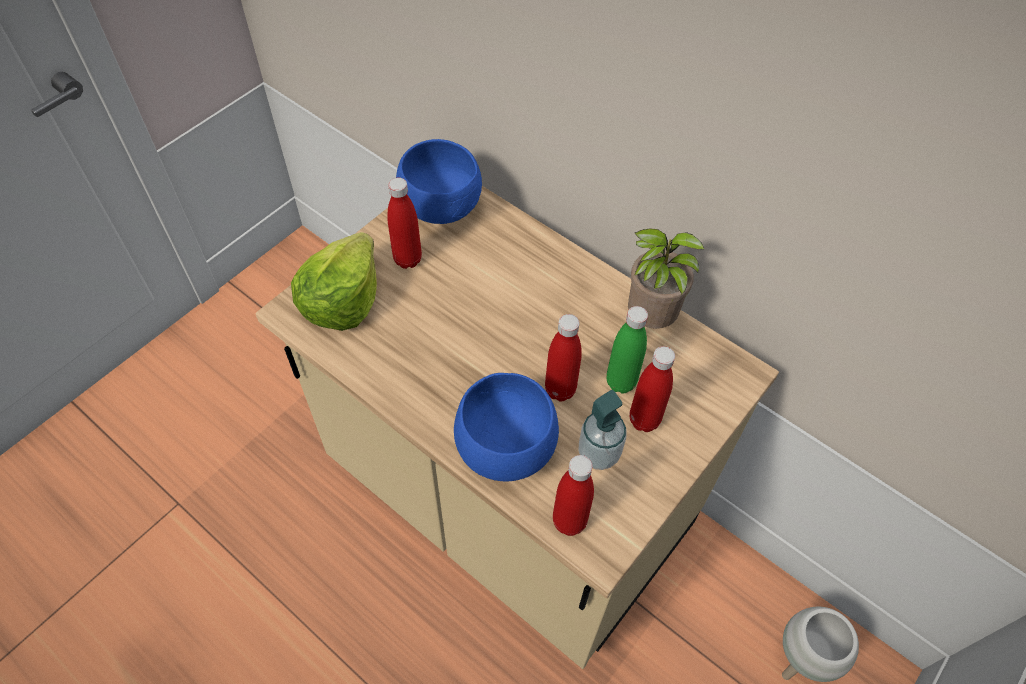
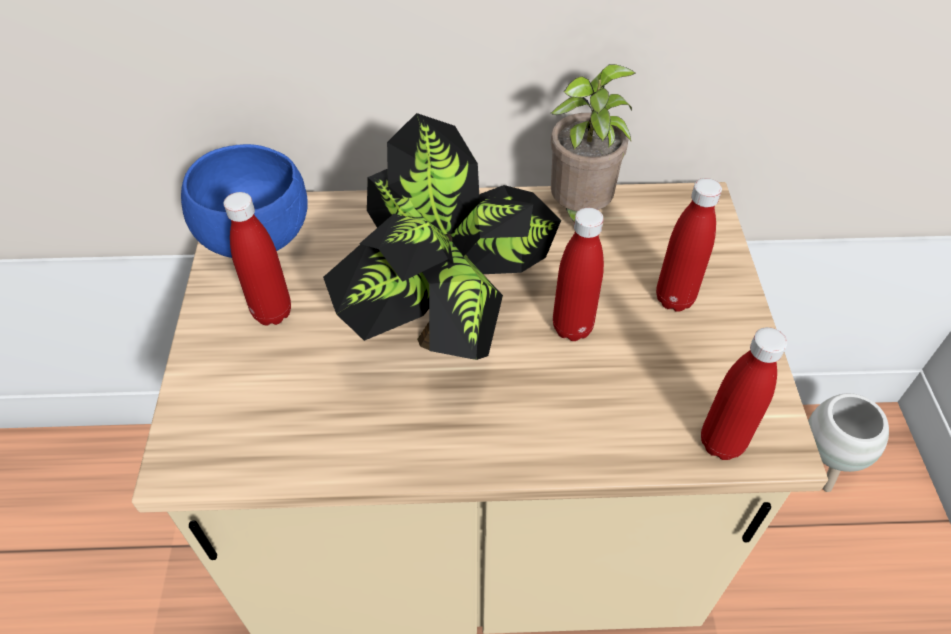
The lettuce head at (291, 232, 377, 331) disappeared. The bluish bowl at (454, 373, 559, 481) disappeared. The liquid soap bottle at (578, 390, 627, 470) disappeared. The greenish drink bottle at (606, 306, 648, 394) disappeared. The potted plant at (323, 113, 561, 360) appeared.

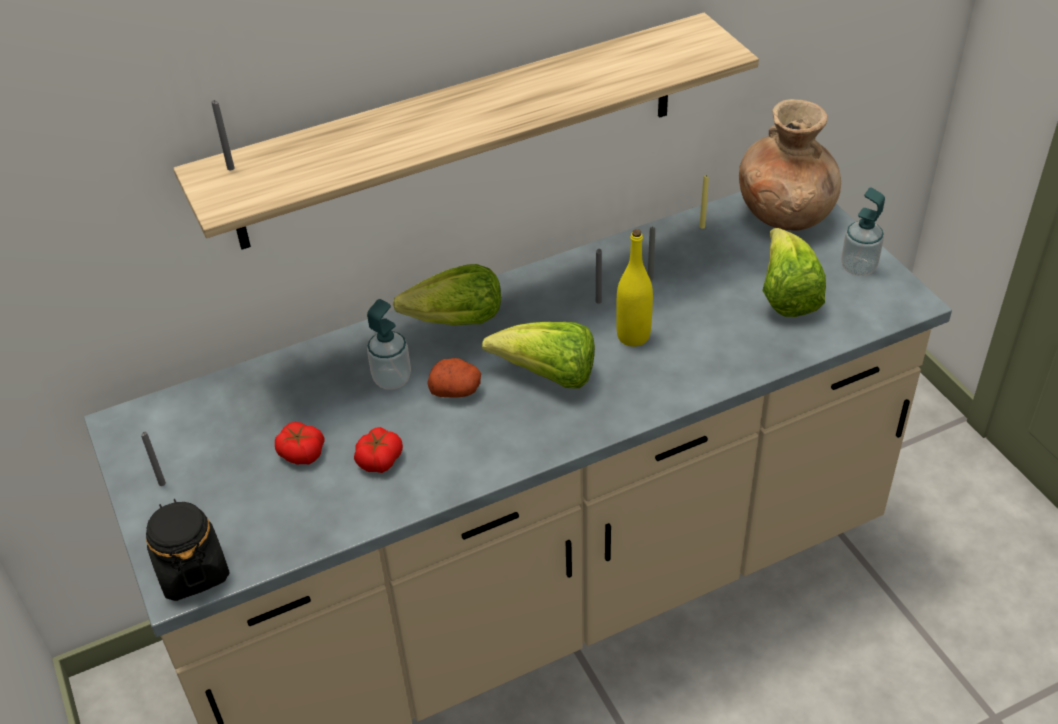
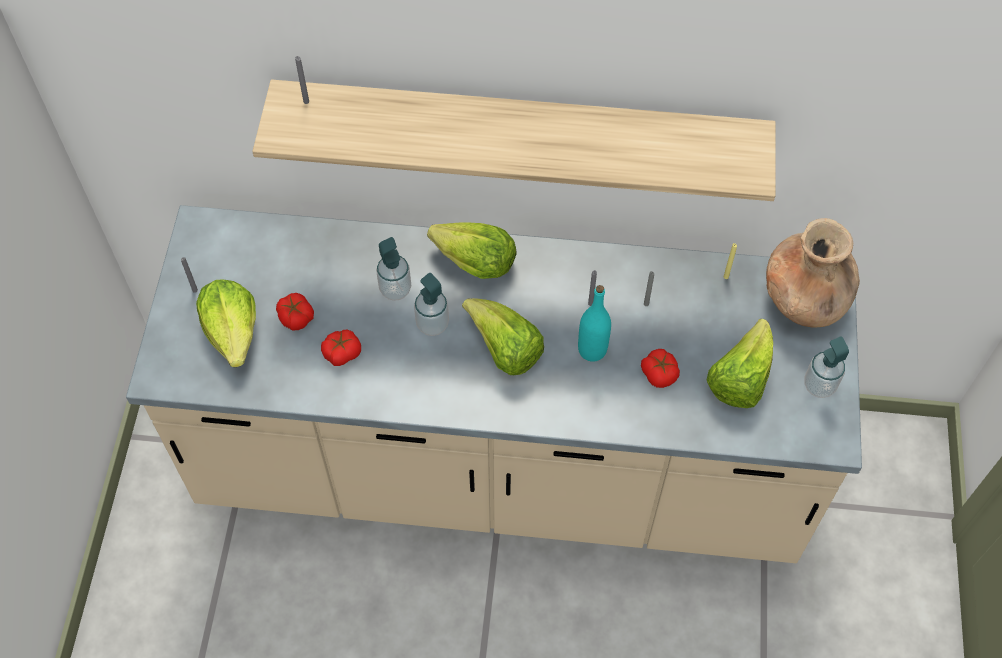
The black-coloured jar at (146, 499, 230, 601) disappeared. The lettuce head at (196, 279, 256, 367) appeared. The whole tomato at (641, 349, 680, 388) appeared. The spud at (427, 358, 481, 398) was replaced by the liquid soap bottle at (414, 273, 449, 336). The yellowish drink bottle at (616, 229, 653, 347) became the turquoise drink bottle at (578, 285, 611, 362).

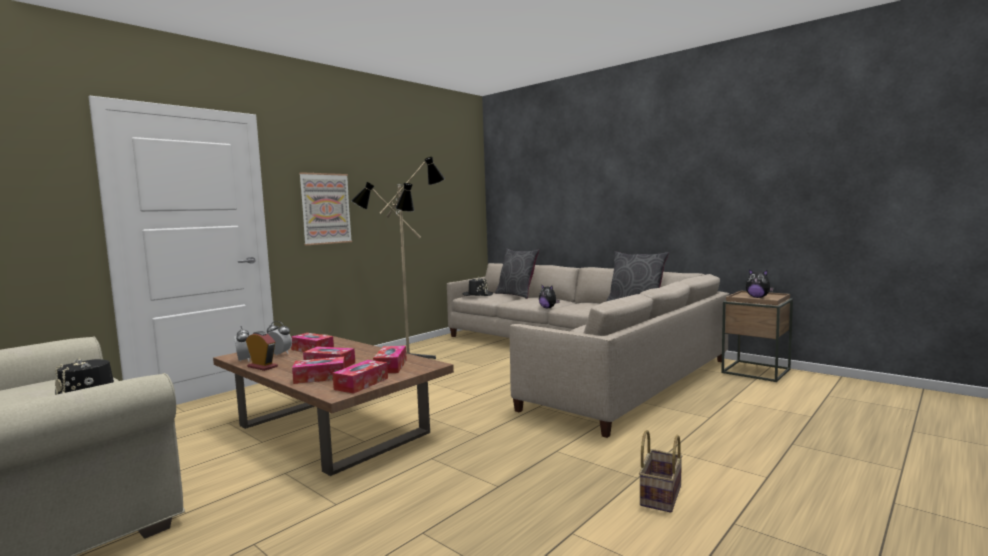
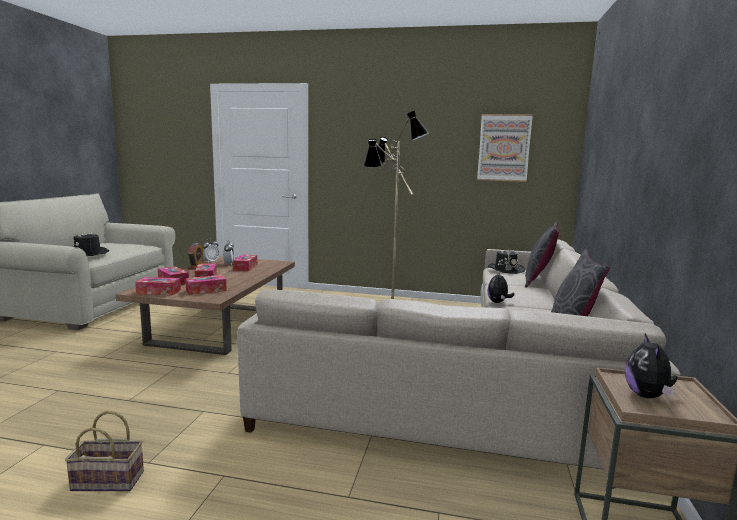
The picture moved from (299, 172, 352, 245) to (477, 114, 533, 182).

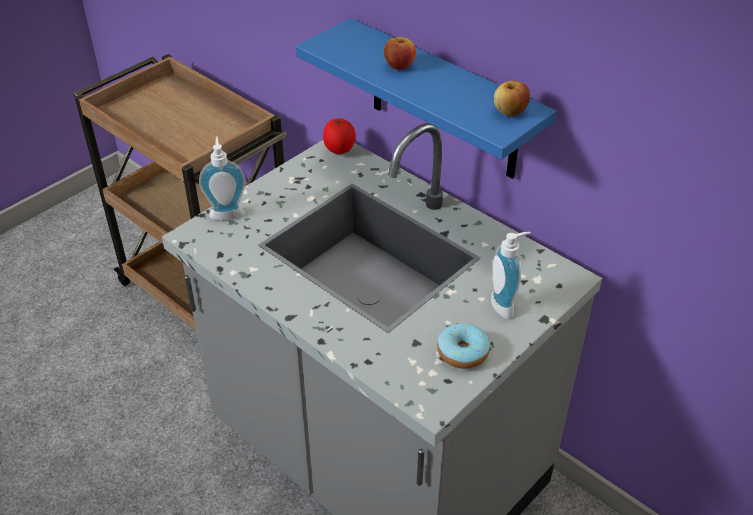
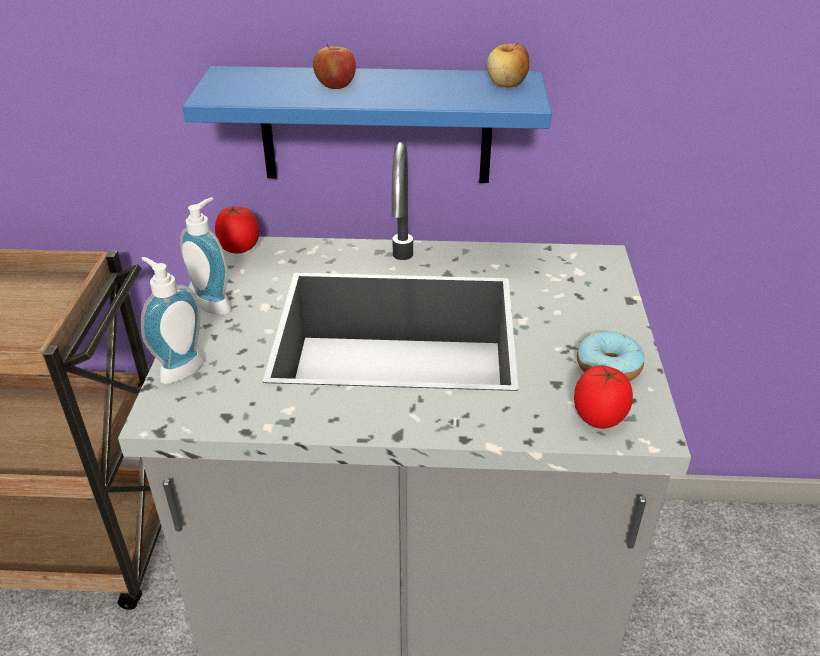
The whole tomato at (574, 365, 633, 429) appeared. The liquid soap bottle moved from (491, 232, 531, 319) to (180, 197, 231, 315).

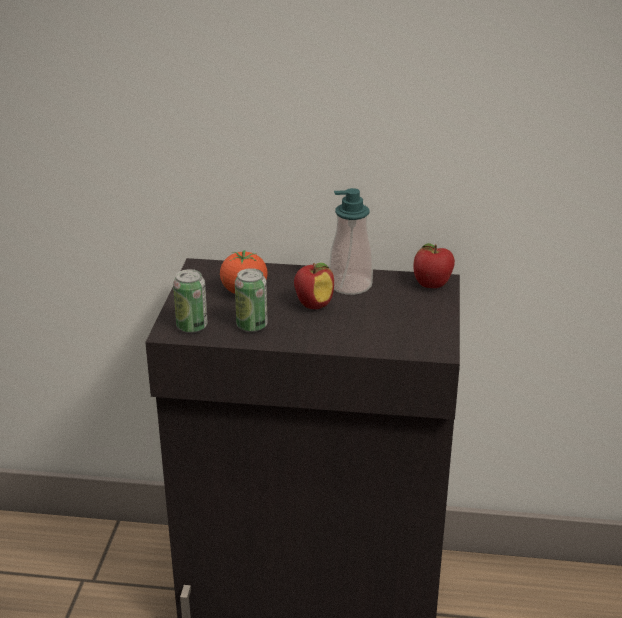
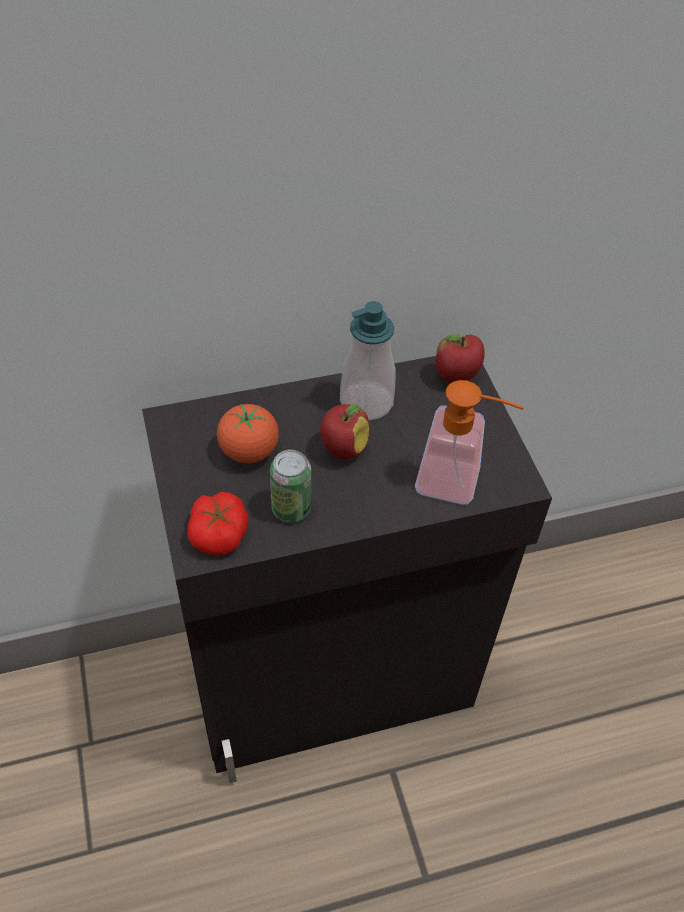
The liquid soap bottle at (415, 380, 525, 505) appeared. The sealed can at (173, 269, 208, 333) was replaced by the whole tomato at (187, 492, 249, 555).

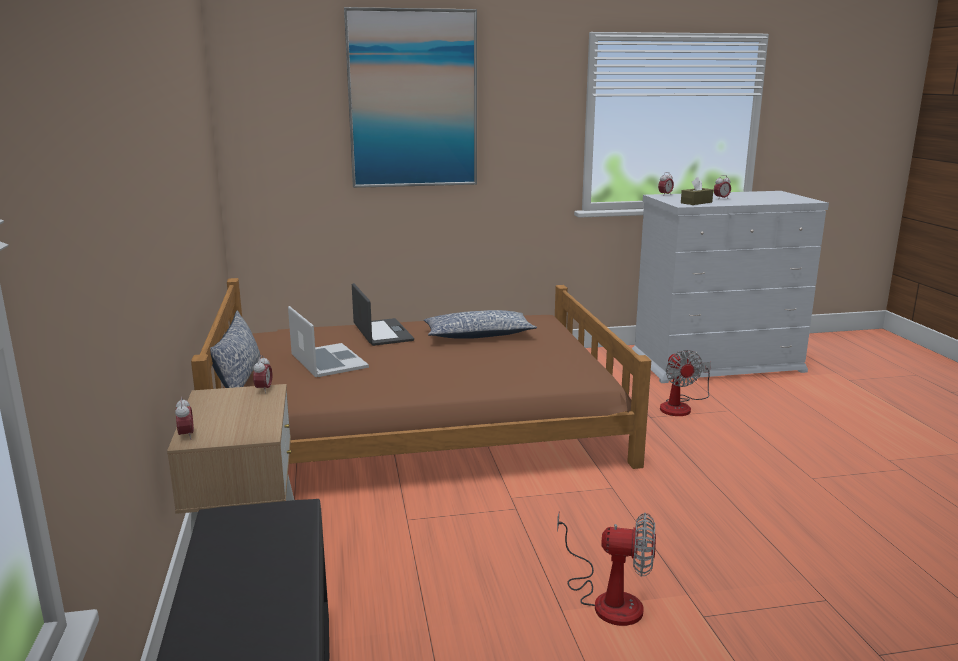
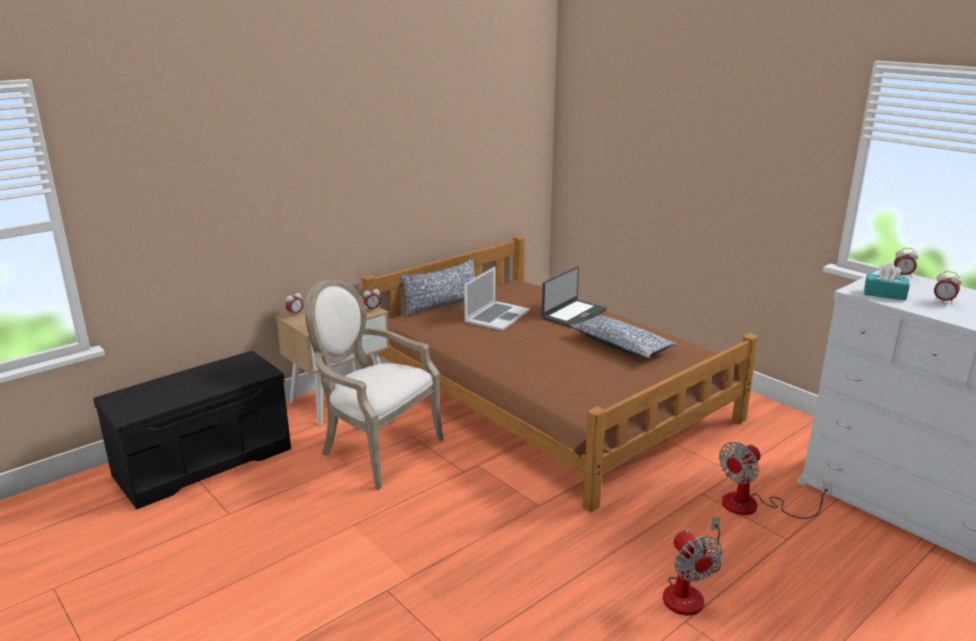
The picture at (344, 7, 477, 188) disappeared. The armchair at (305, 280, 443, 490) appeared. The fan moved from (557, 513, 656, 626) to (663, 517, 723, 615). The brown box of tissues at (681, 177, 713, 205) became the turquoise box of tissues at (864, 263, 910, 300).

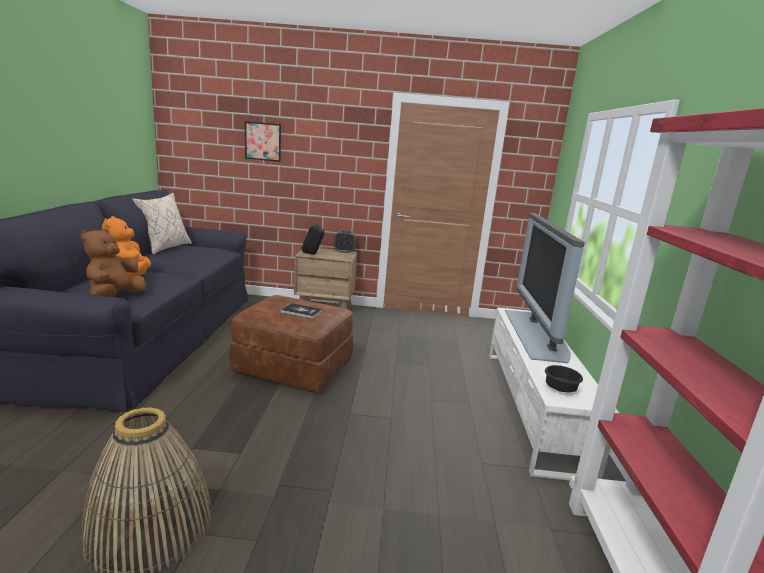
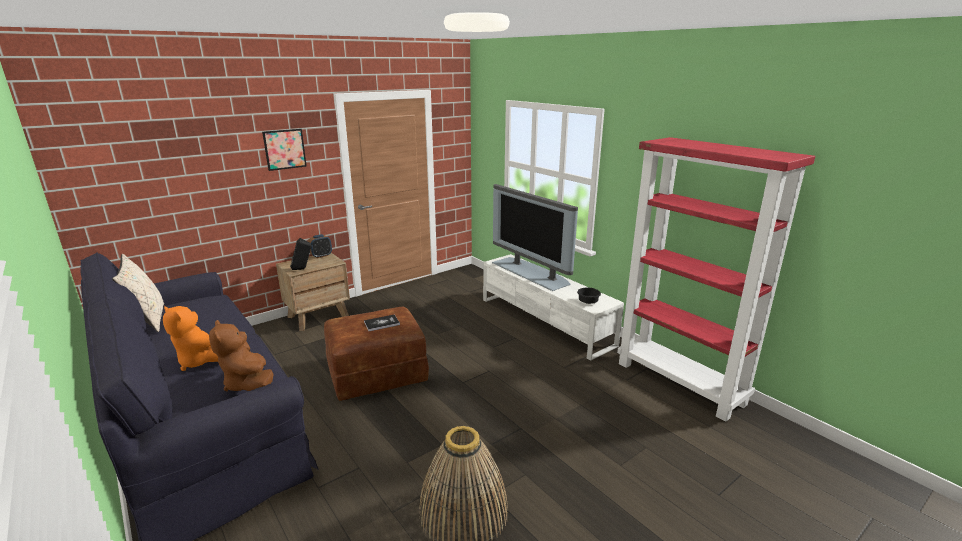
The picture moved from (245, 121, 281, 162) to (262, 129, 307, 171).

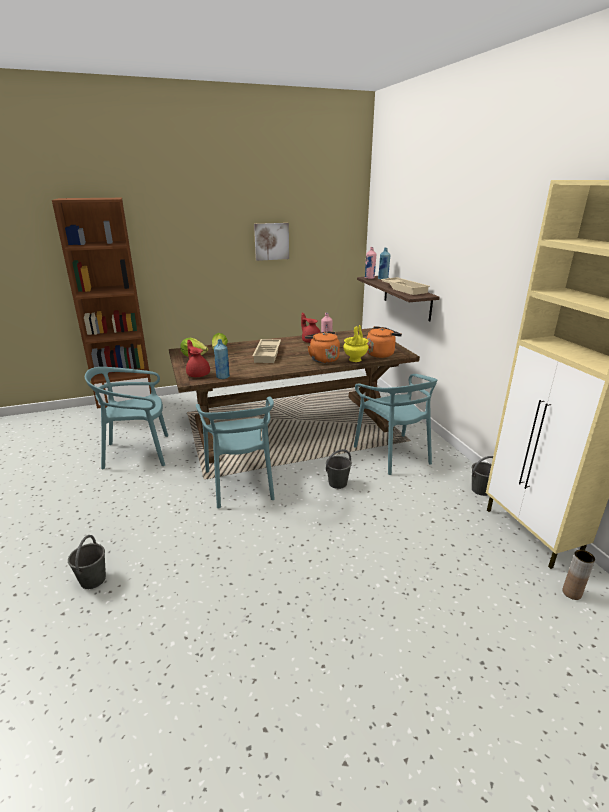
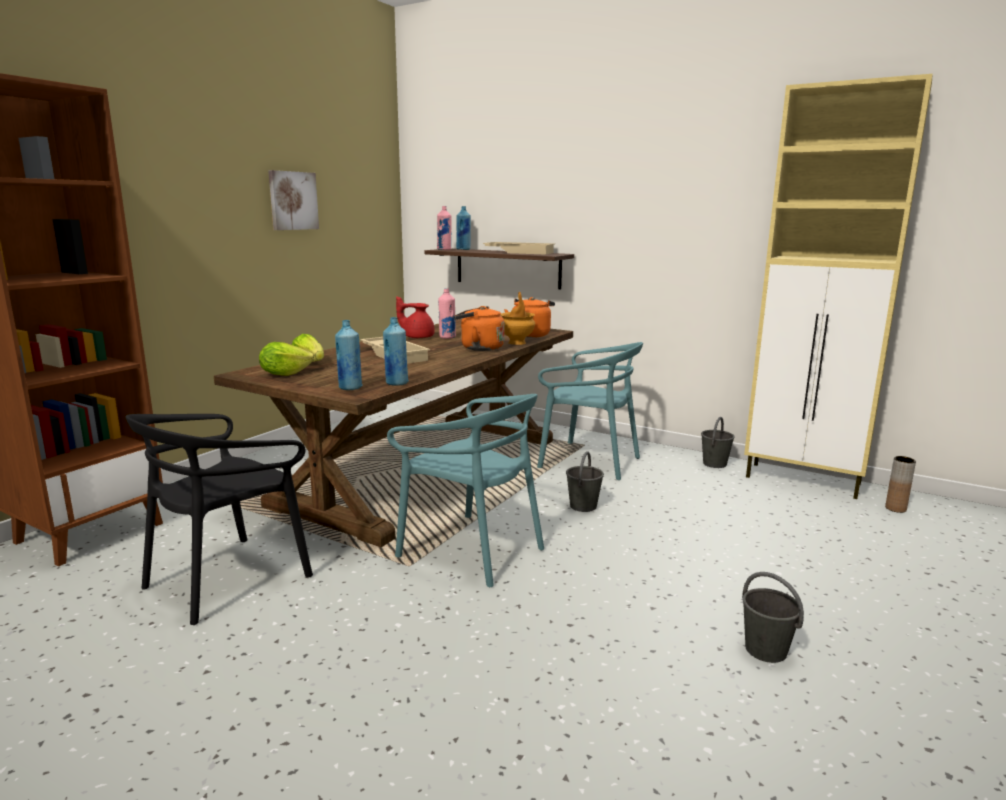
The gray bucket moved from (68, 535, 106, 589) to (742, 572, 804, 663). The red tea pot at (186, 340, 210, 377) was replaced by the bluish drink bottle at (335, 320, 363, 390). The turquoise upright chair at (85, 367, 168, 469) became the black-coloured upright chair at (125, 414, 313, 625). The yellowish flower vase at (343, 325, 369, 362) became the brown flower vase at (500, 292, 535, 345).

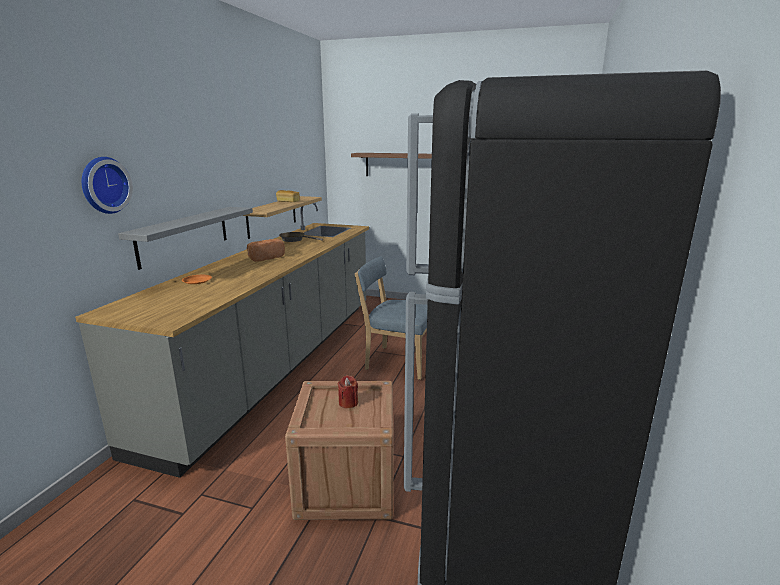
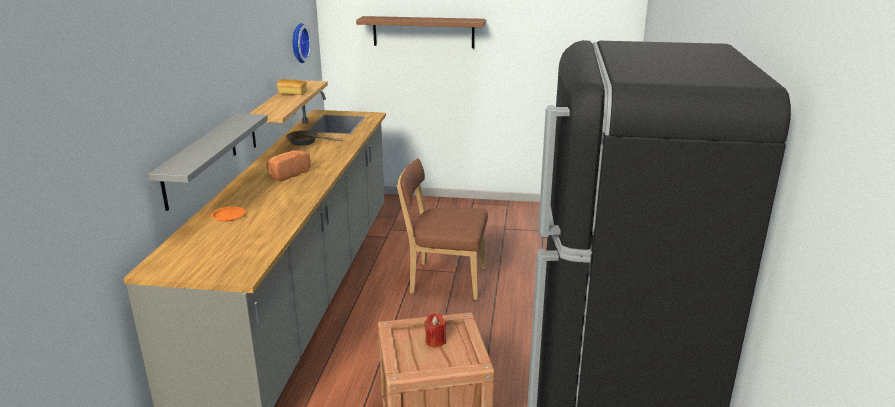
The hanging clock moved from (82, 157, 133, 214) to (293, 23, 311, 63). The bluish upright chair at (355, 256, 427, 380) became the brown upright chair at (396, 159, 488, 300).

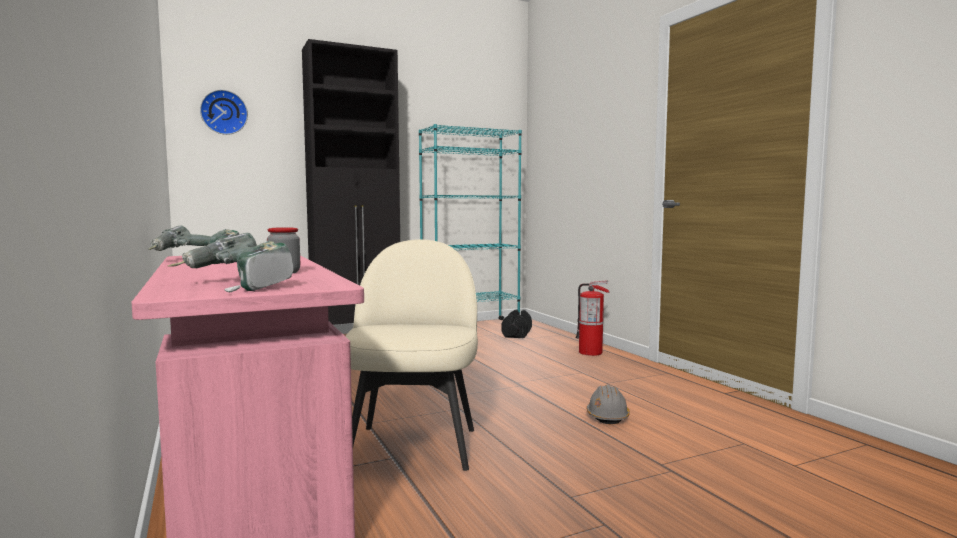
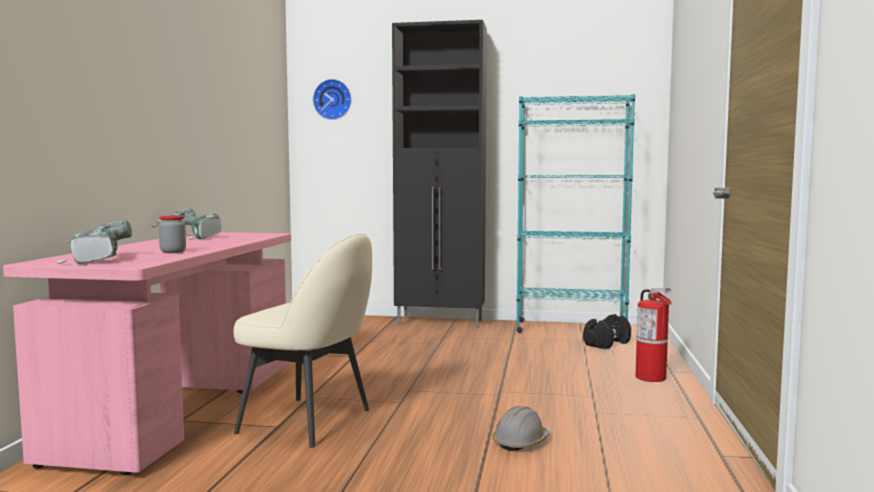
The beige-coloured upright chair at (346, 239, 478, 471) turned 75 degrees clockwise.

